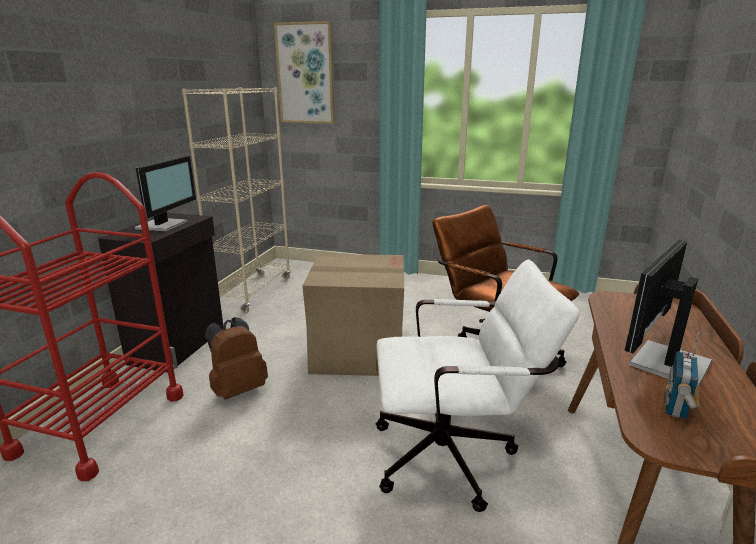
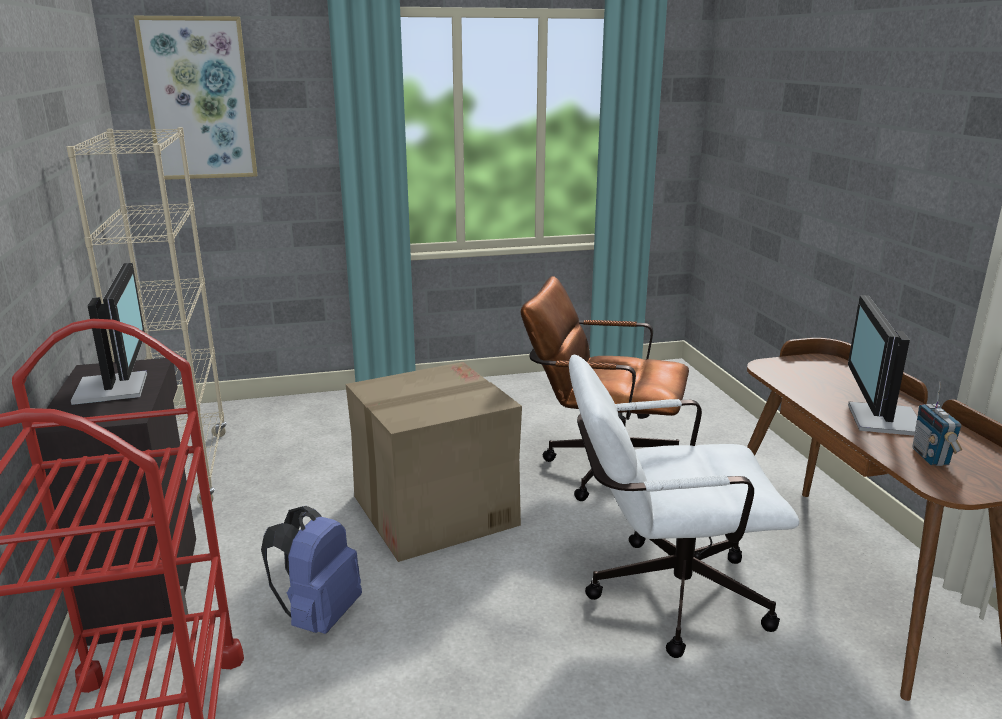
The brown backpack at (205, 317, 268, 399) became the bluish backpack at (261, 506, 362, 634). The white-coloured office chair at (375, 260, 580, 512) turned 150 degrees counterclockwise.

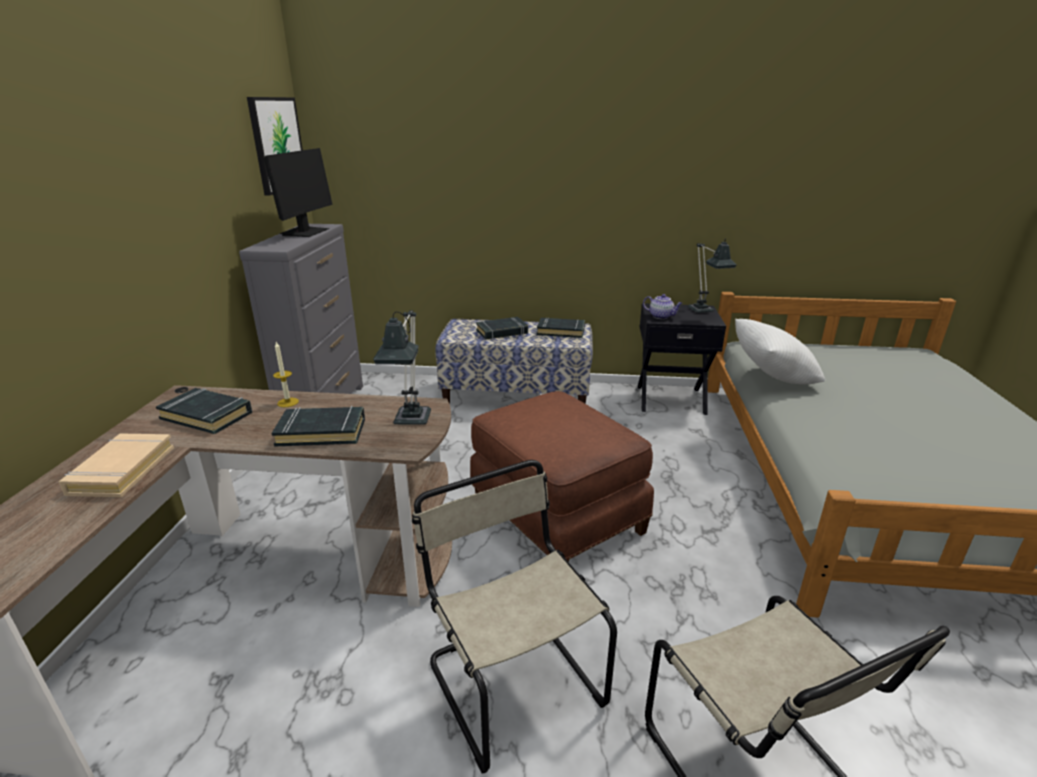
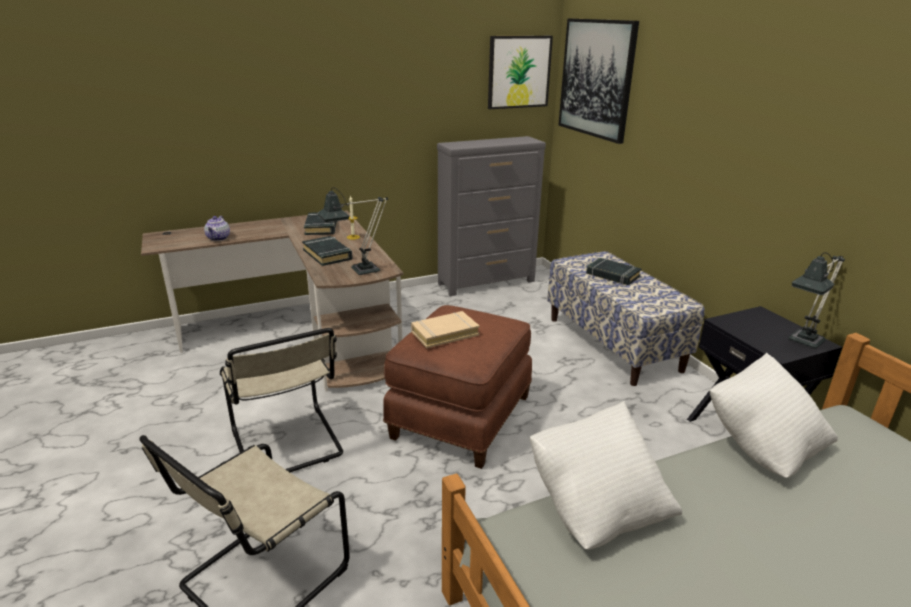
The computer screen at (264, 148, 333, 237) disappeared. The black-coloured volume at (537, 317, 585, 338) disappeared. The white-coloured cushion at (529, 401, 682, 549) appeared. The picture at (558, 18, 639, 144) appeared. The beige-coloured volume moved from (59, 434, 174, 497) to (411, 311, 480, 348). The tea pot moved from (643, 294, 683, 319) to (204, 216, 230, 241). The beige-coloured upright chair at (412, 460, 617, 774) turned 120 degrees clockwise.

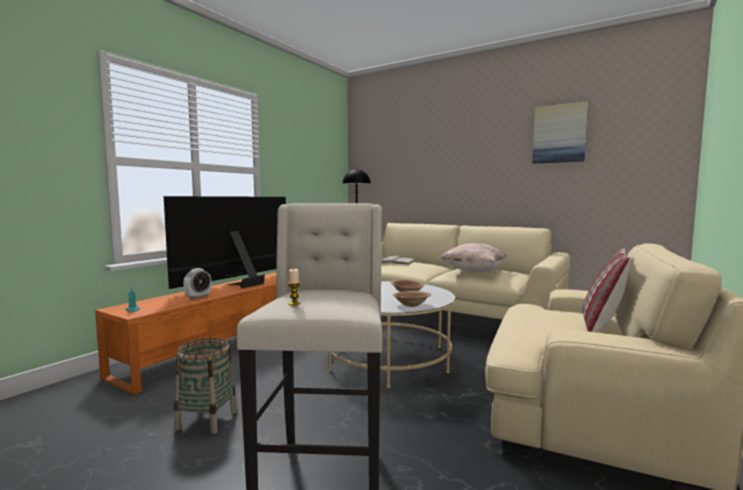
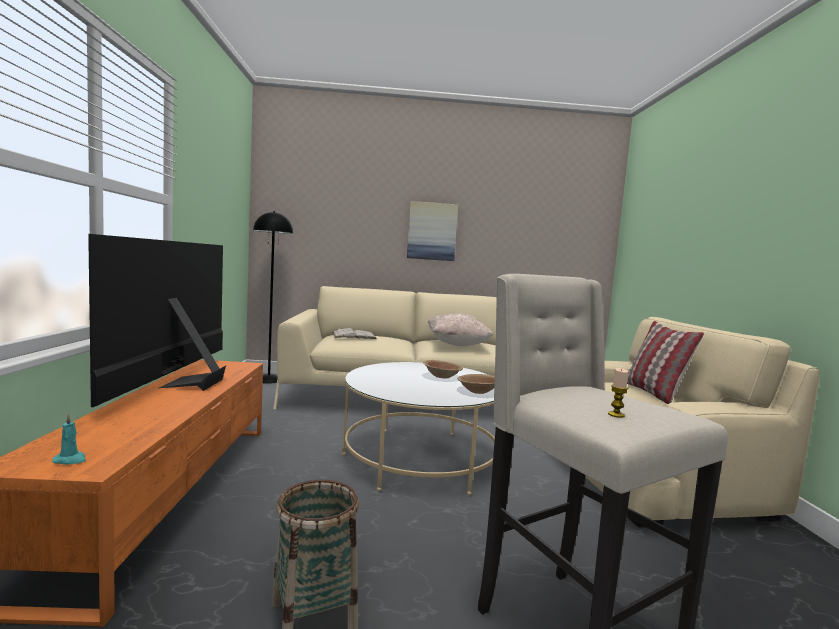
The bedside clock at (183, 268, 212, 299) disappeared. The picture moved from (532, 101, 588, 164) to (407, 201, 458, 261).

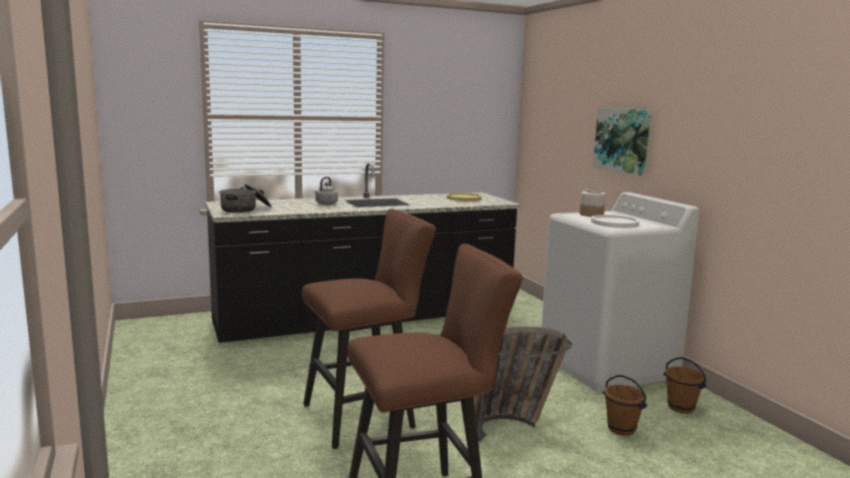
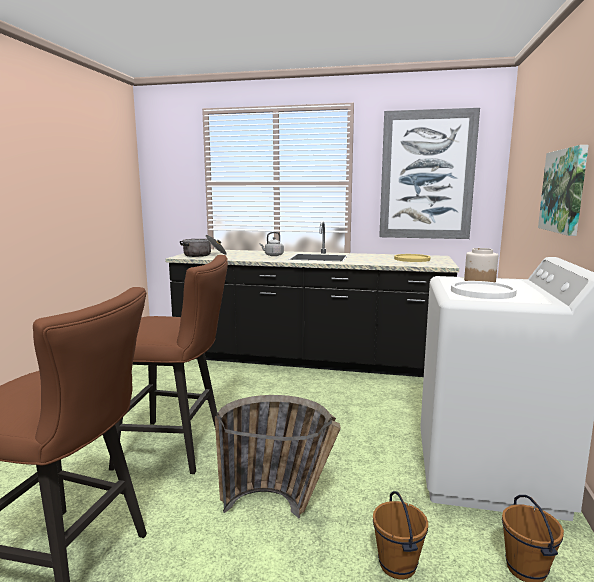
The picture at (379, 108, 480, 239) appeared.

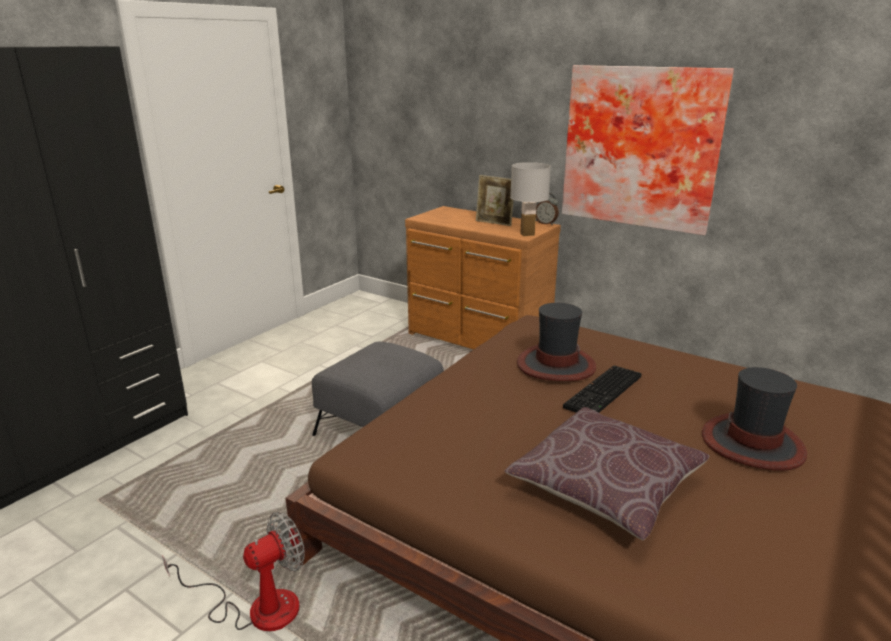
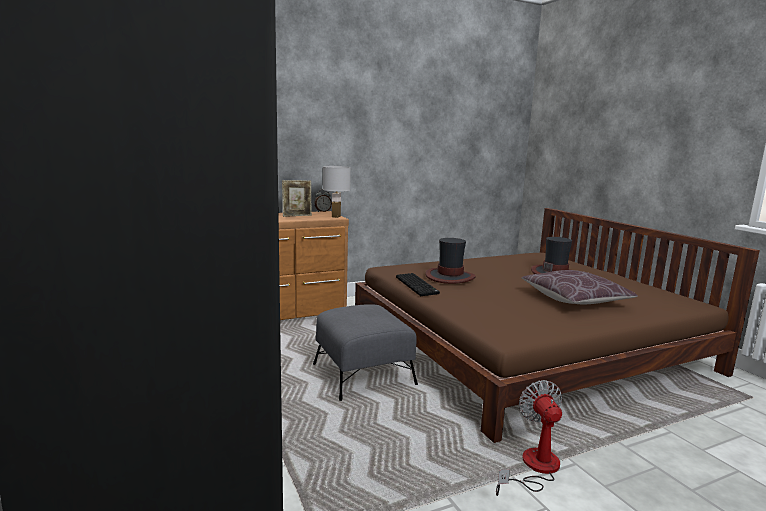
The picture at (562, 65, 734, 235) disappeared. The computer keyboard moved from (563, 365, 641, 413) to (396, 273, 440, 296).

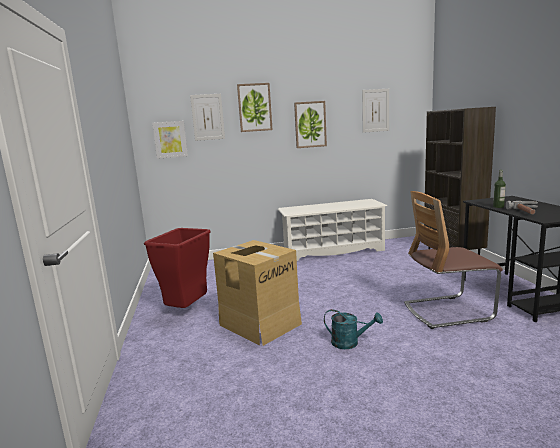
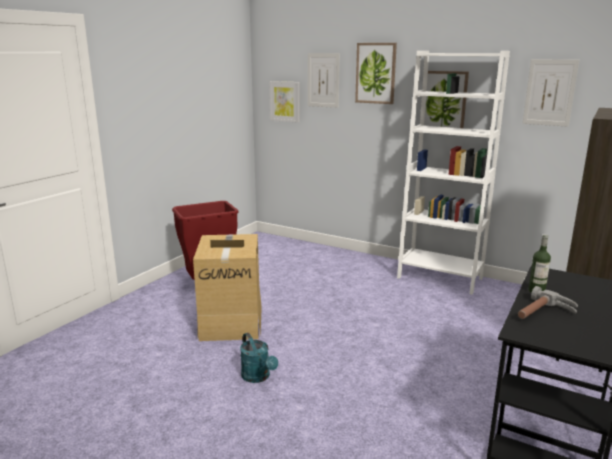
The upright chair at (404, 191, 503, 329) disappeared. The white-coloured shoe stand at (278, 199, 387, 261) was replaced by the white-coloured shelving unit at (397, 51, 510, 295).

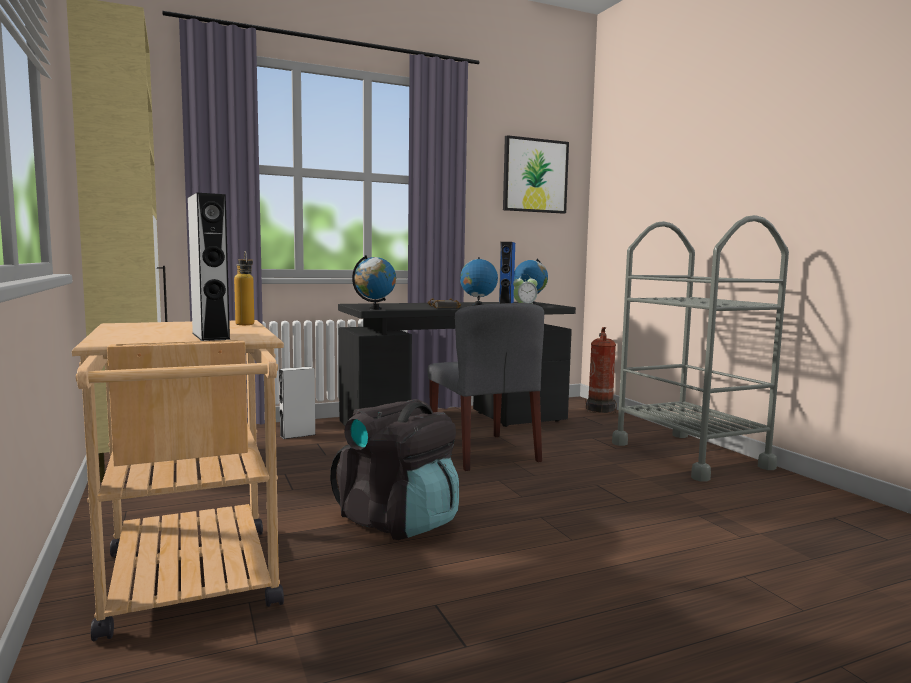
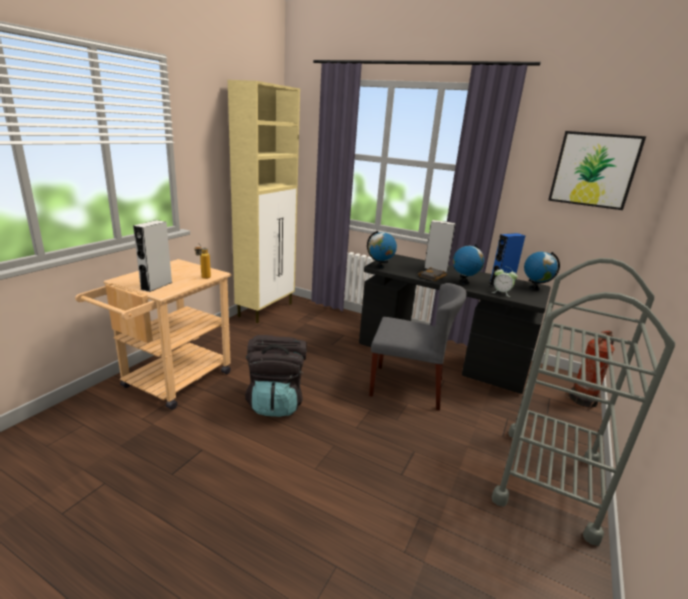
The gray audio speaker moved from (279, 367, 316, 439) to (424, 220, 456, 273). The gray upright chair at (427, 303, 544, 471) turned 105 degrees counterclockwise.

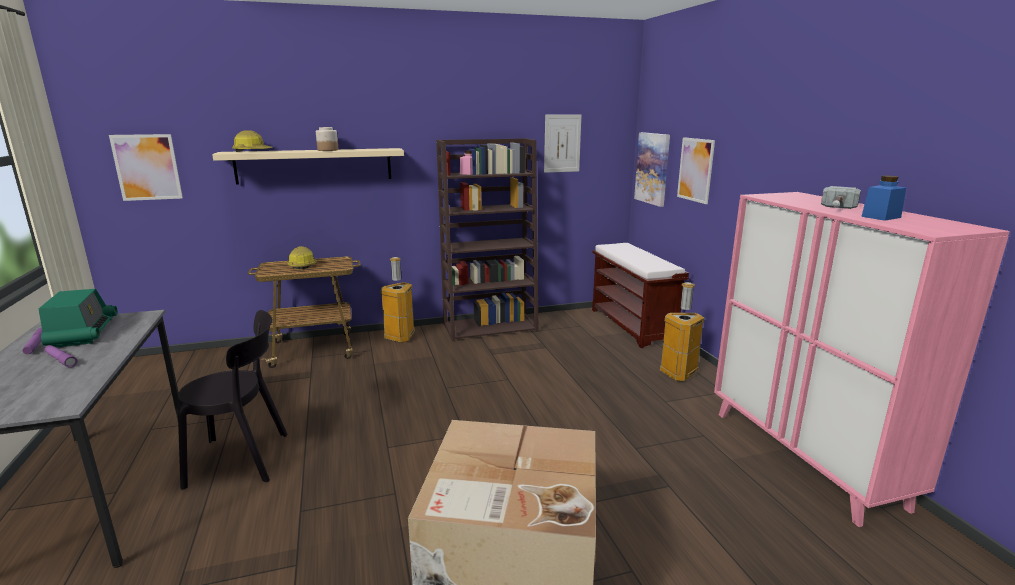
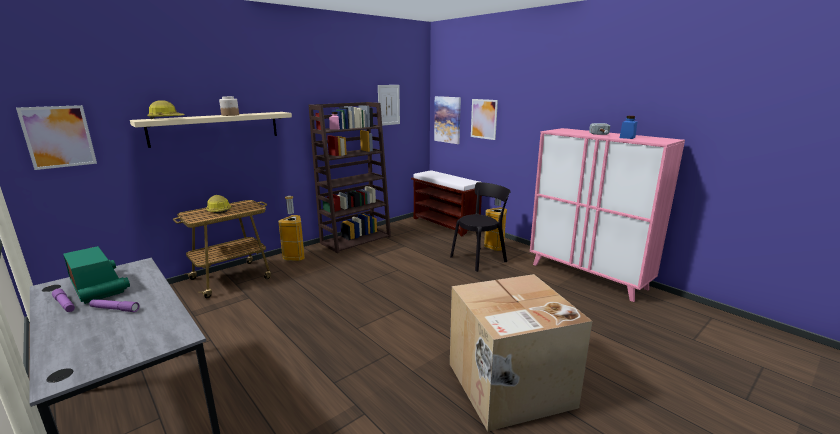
The black-coloured upright chair moved from (178, 310, 288, 490) to (450, 182, 511, 272).

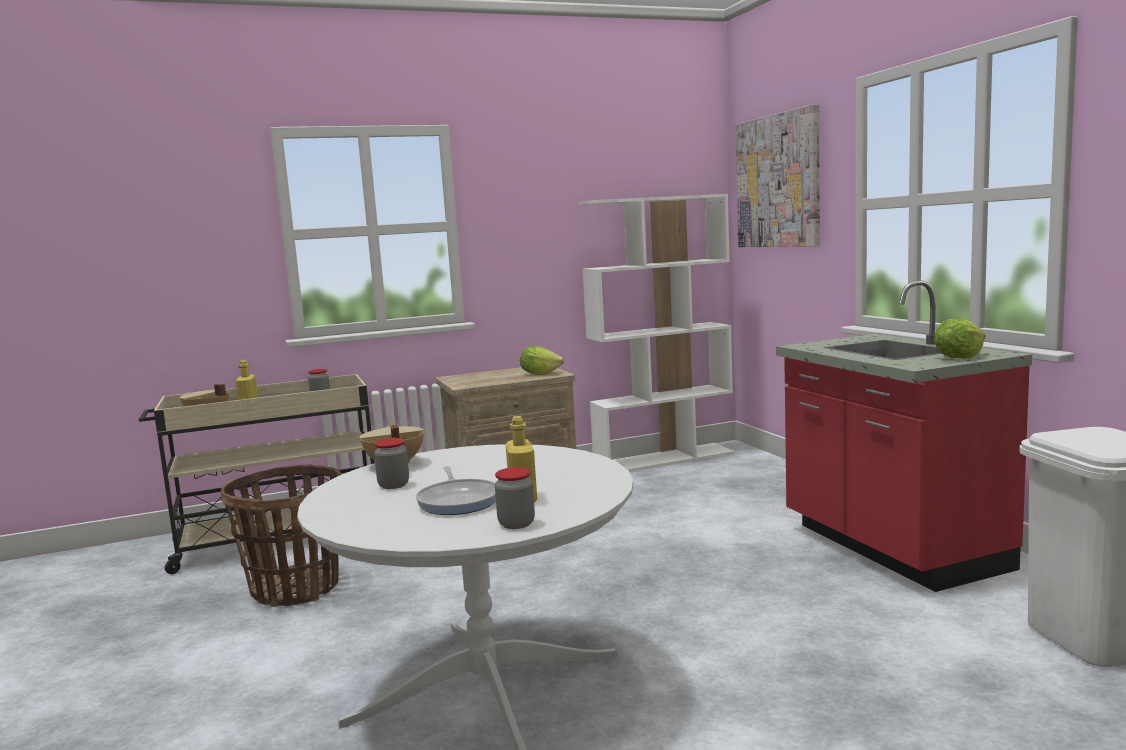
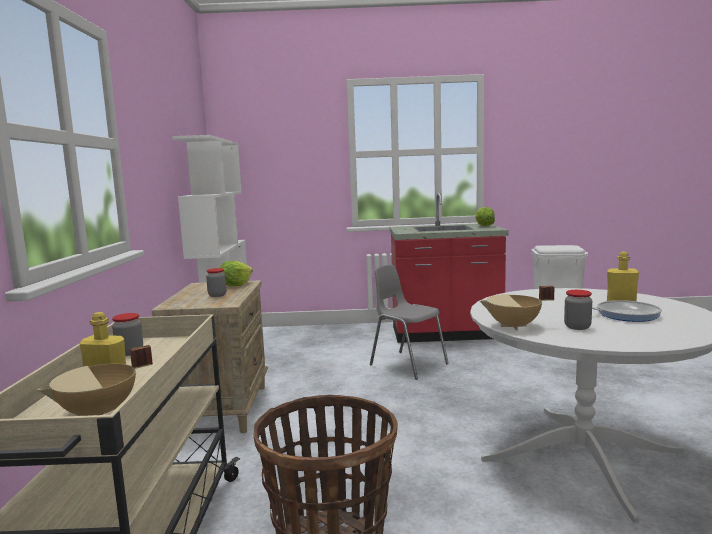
The picture at (735, 104, 820, 247) disappeared. The gray upright chair at (370, 265, 449, 380) appeared. The jar moved from (495, 467, 535, 529) to (206, 268, 226, 297).

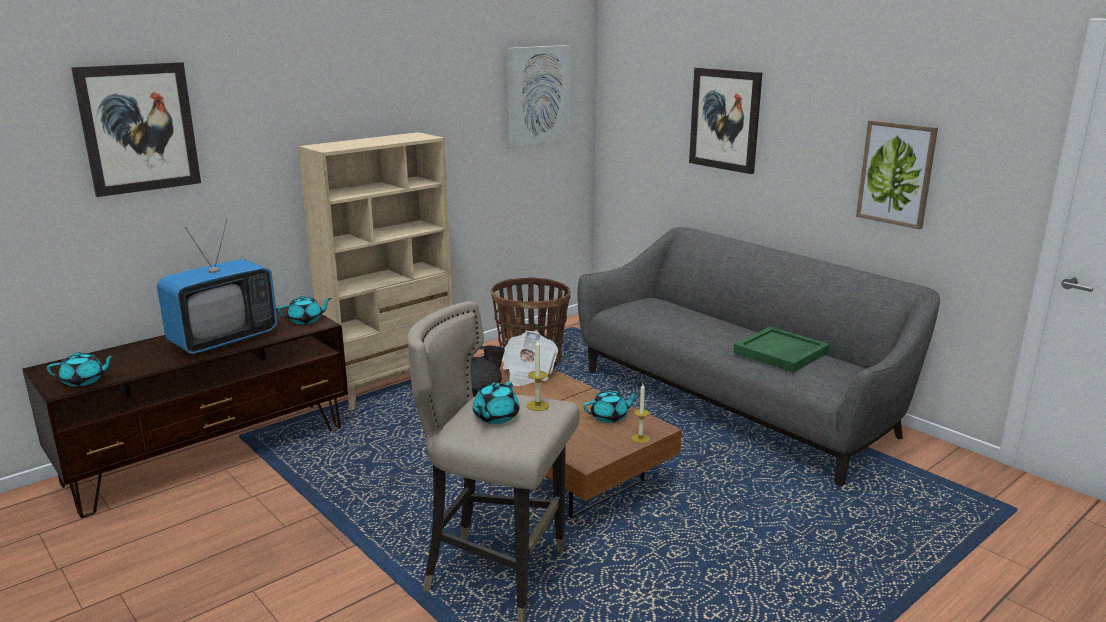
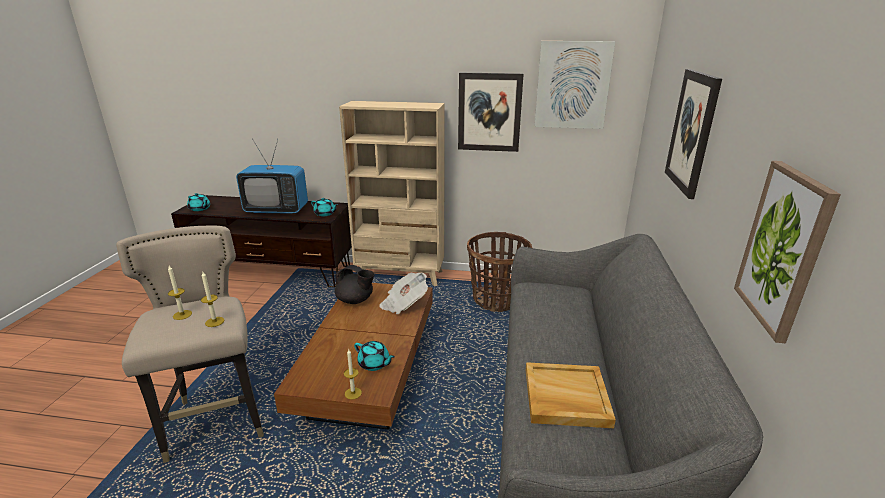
The picture moved from (71, 62, 201, 197) to (458, 73, 524, 152). The turquoise tea pot at (473, 382, 519, 424) was replaced by the wax candle at (168, 265, 192, 320). The greenish tray at (733, 327, 830, 373) became the beige-coloured tray at (526, 362, 616, 428).

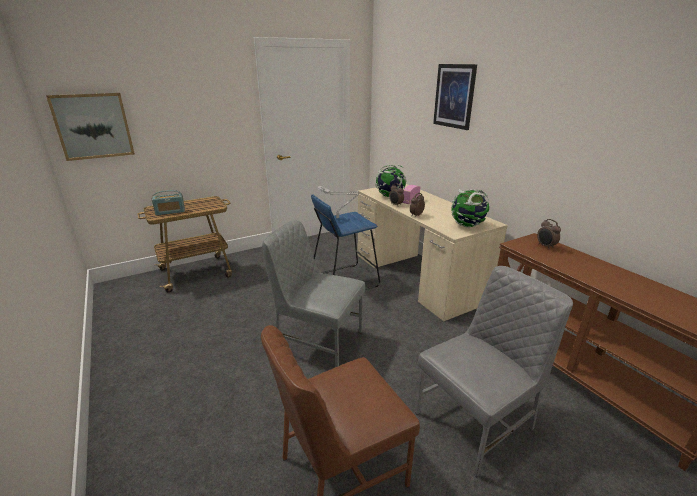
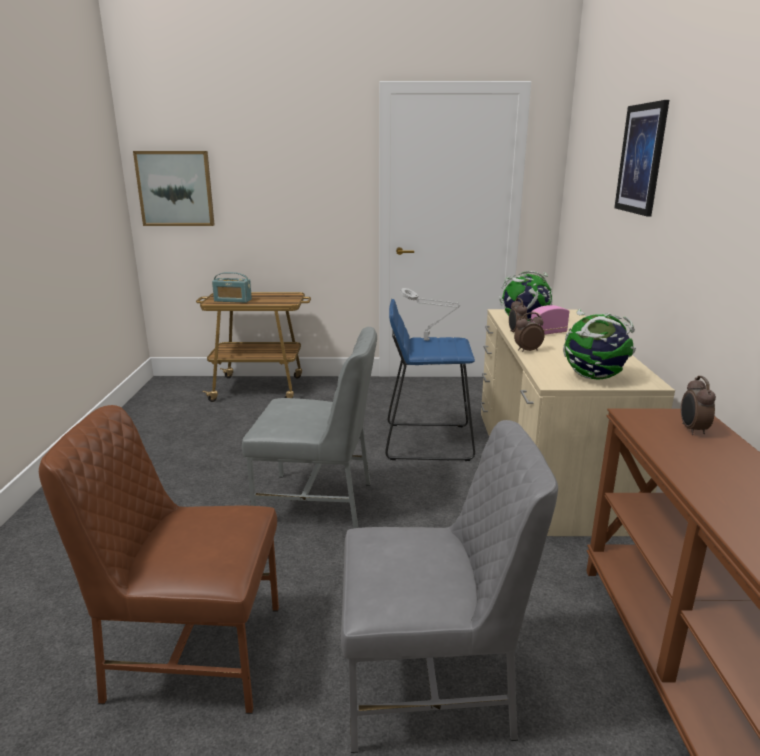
The gray upright chair at (262, 220, 365, 367) turned 135 degrees clockwise.

